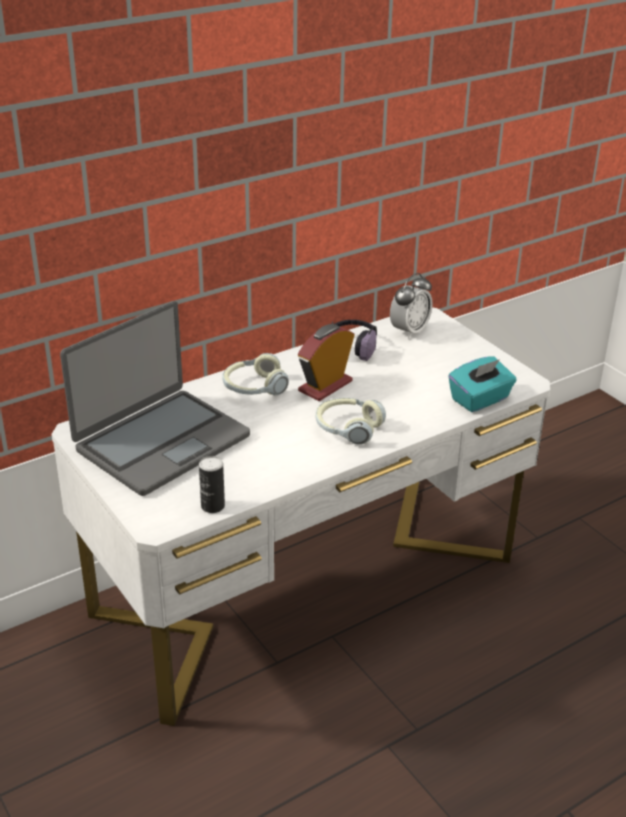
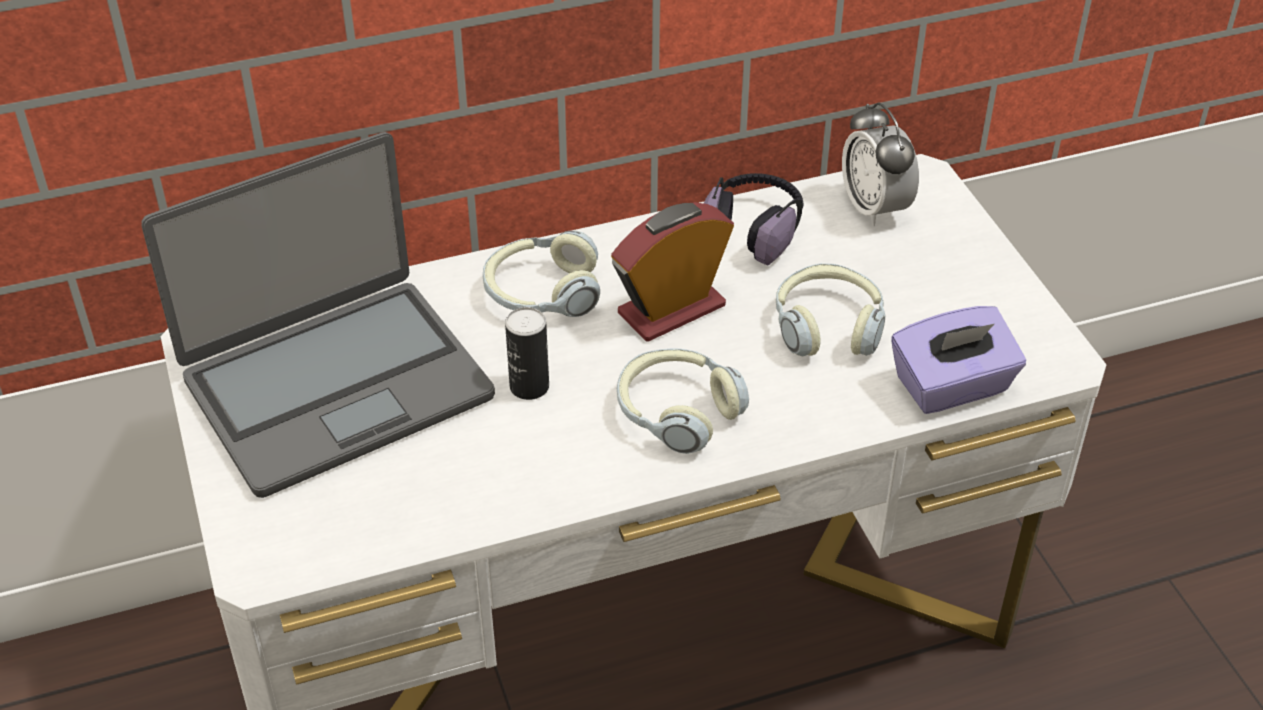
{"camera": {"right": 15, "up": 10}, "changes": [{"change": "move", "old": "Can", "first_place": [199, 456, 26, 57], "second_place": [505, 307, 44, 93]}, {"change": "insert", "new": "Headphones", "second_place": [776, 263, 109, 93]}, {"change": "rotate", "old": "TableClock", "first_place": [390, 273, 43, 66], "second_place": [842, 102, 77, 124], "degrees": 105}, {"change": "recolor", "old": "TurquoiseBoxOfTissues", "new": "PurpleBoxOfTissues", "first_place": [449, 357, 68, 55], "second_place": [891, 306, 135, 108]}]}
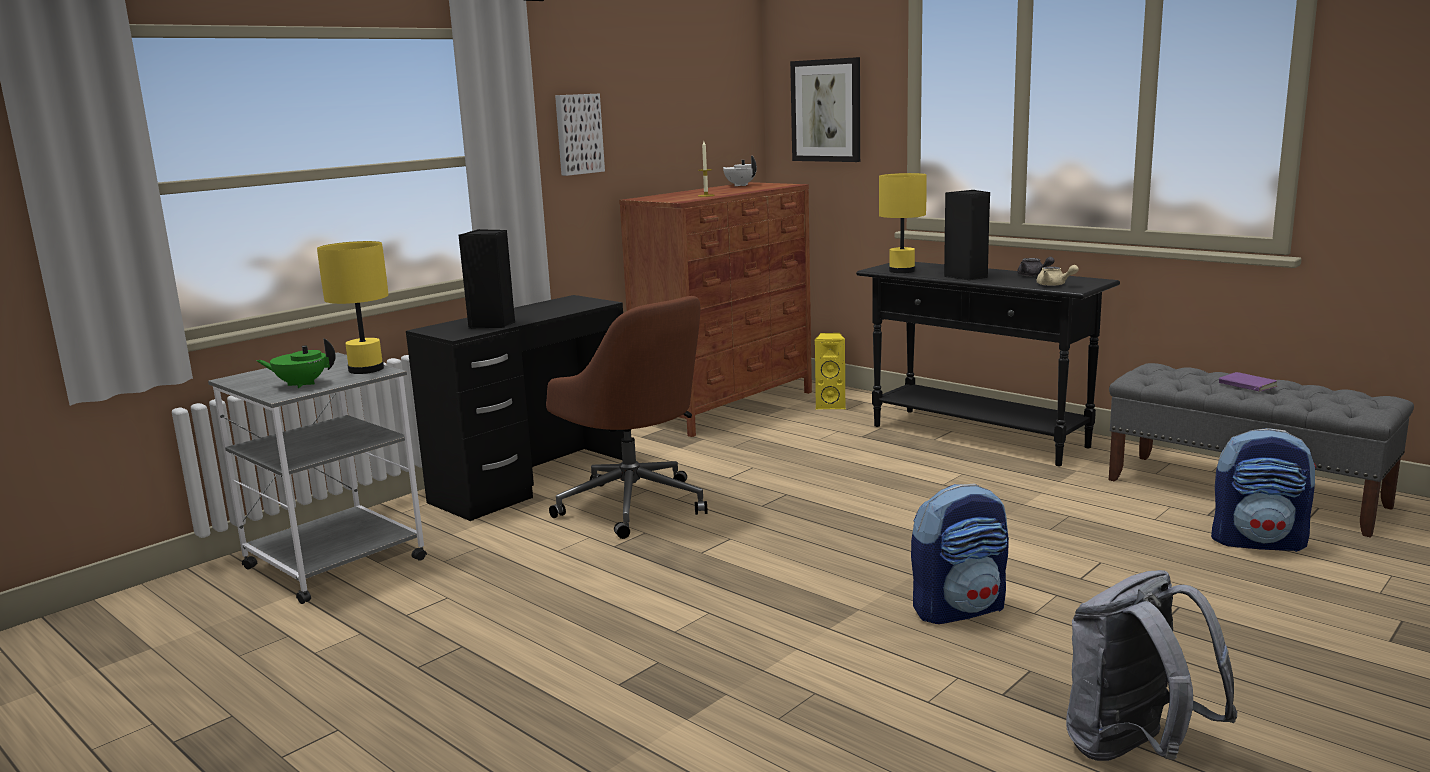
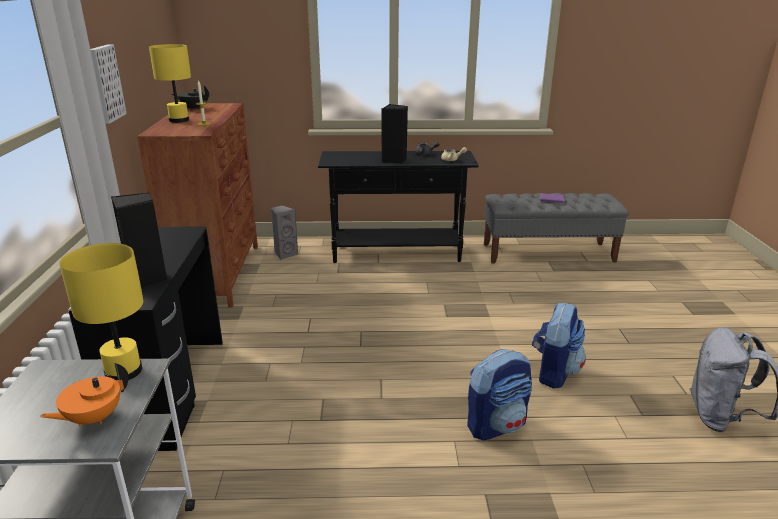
{"camera": {"right": -45, "up": 10}, "changes": [{"change": "recolor", "old": "GreenPotForTea", "new": "OrangeColouredPotForTea", "first_place": [256, 338, 80, 50], "second_place": [40, 363, 89, 63]}, {"change": "move", "old": "YellowLampForATable", "first_place": [879, 173, 48, 100], "second_place": [149, 44, 42, 79]}, {"change": "recolor", "old": "WhiteColouredPotForTea", "new": "BlackishPotForTea", "first_place": [723, 156, 34, 30], "second_place": [172, 85, 37, 25]}, {"change": "recolor", "old": "YellowLoudspeaker", "new": "GrayLoudspeaker", "first_place": [815, 333, 31, 76], "second_place": [271, 205, 27, 55]}, {"change": "move", "old": "Backpack", "first_place": [1211, 428, 105, 124], "second_place": [467, 349, 65, 91]}, {"change": "delete", "old": "BrownColouredDeskChair", "first_place": [546, 296, 162, 243]}, {"change": "delete", "old": "Picture", "first_place": [790, 57, 70, 105]}]}
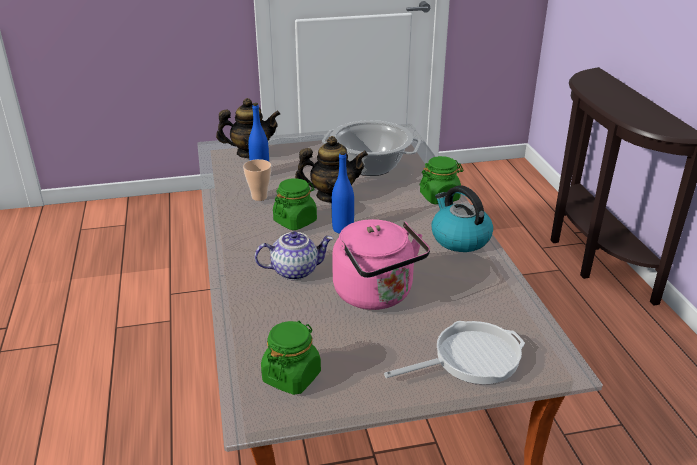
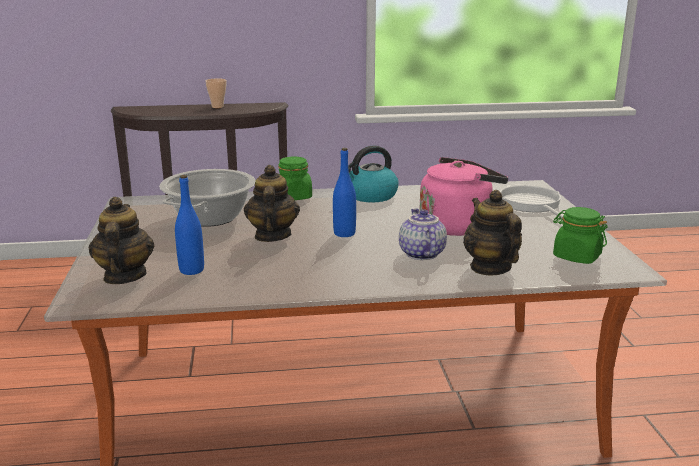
{"camera": {"right": -85, "up": -10}, "changes": [{"change": "move", "old": "DrinkingCup", "first_place": [243, 159, 28, 42], "second_place": [205, 78, 22, 30]}, {"change": "insert", "new": "PotForTea", "second_place": [463, 190, 59, 85]}, {"change": "delete", "old": "GreenJar", "first_place": [273, 178, 44, 52]}]}
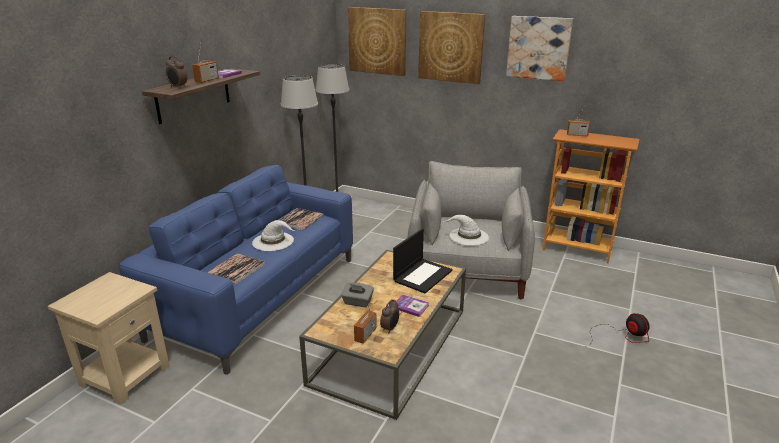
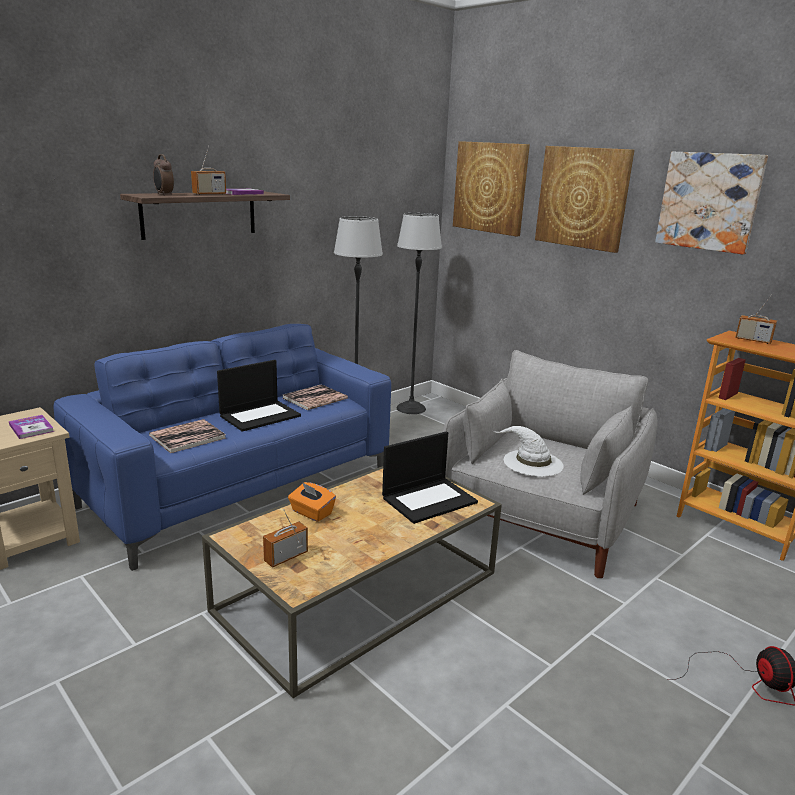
{"camera": {"right": 20, "up": -5}, "changes": [{"change": "move", "old": "BoundBook", "first_place": [396, 294, 33, 23], "second_place": [9, 415, 45, 24]}, {"change": "replace", "old": "WhiteColouredClothingHat", "new": "PortableComputer", "first_place": [252, 220, 43, 31], "second_place": [217, 360, 84, 72]}, {"change": "recolor", "old": "GrayBoxOfTissues", "new": "OrangeColouredBoxOfTissues", "first_place": [341, 283, 33, 24], "second_place": [288, 482, 48, 40]}, {"change": "delete", "old": "TableClock", "first_place": [380, 299, 19, 33]}]}
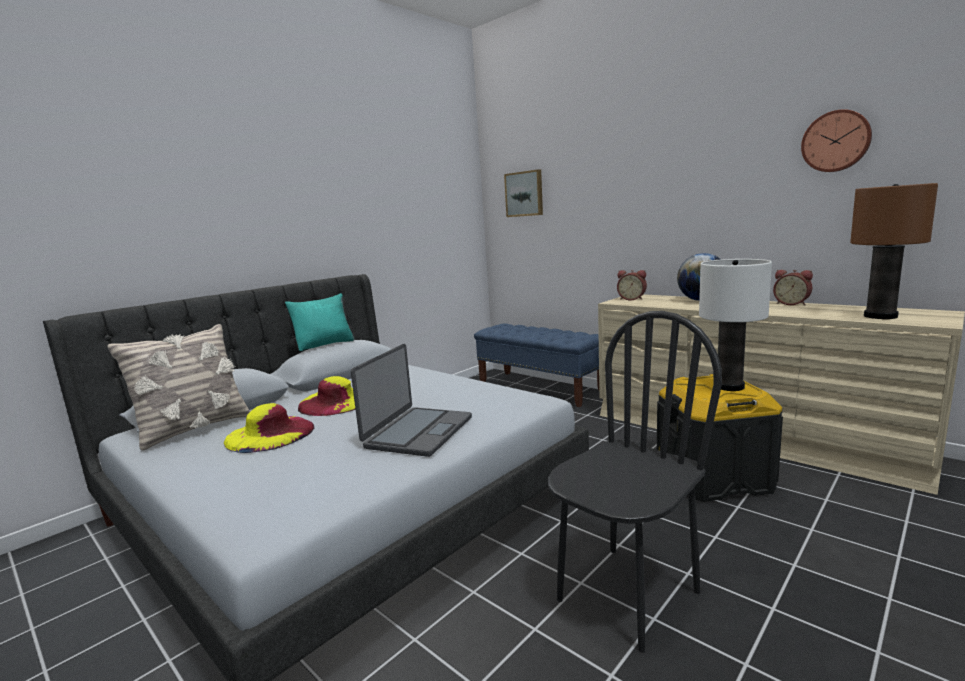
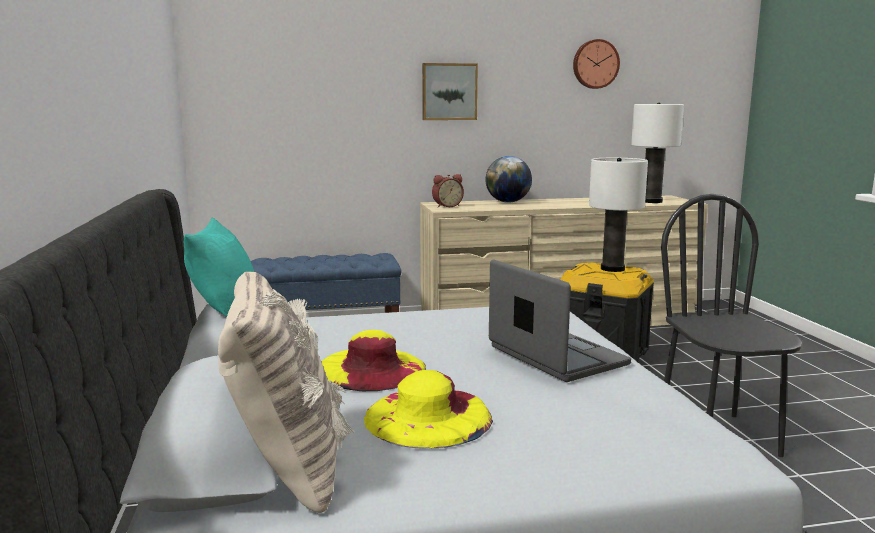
{"camera": {"right": -55, "up": 0}, "changes": [{"change": "move", "old": "Picture", "first_place": [504, 170, 39, 47], "second_place": [422, 63, 56, 57]}, {"change": "recolor", "old": "BrownColouredLampForATable", "new": "WhiteColouredLampForATable", "first_place": [850, 183, 88, 136], "second_place": [631, 103, 53, 100]}, {"change": "delete", "old": "TableClock", "first_place": [773, 270, 40, 35]}]}
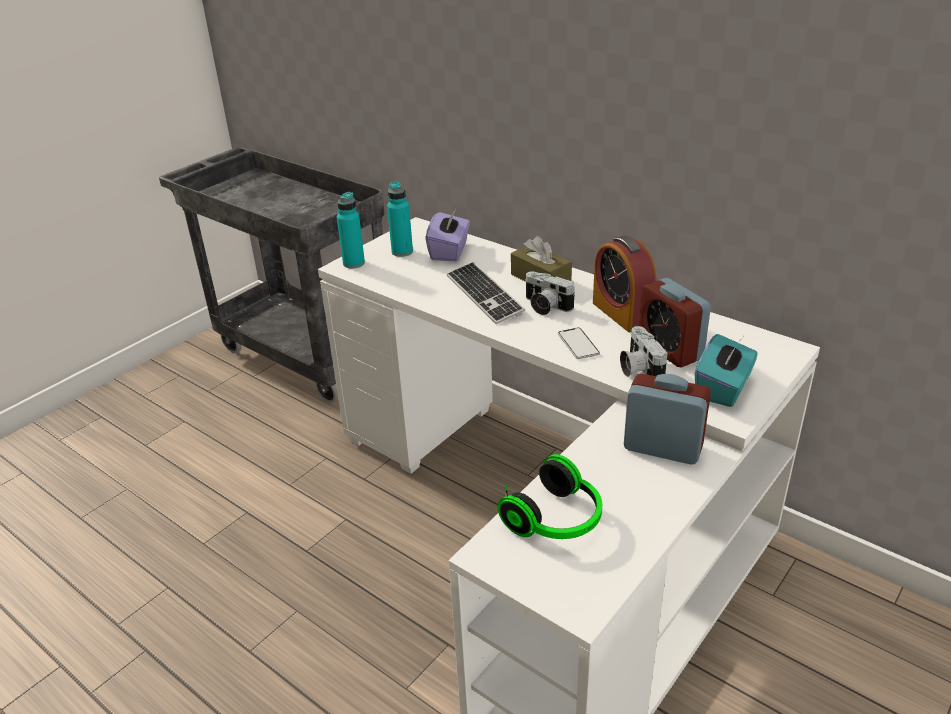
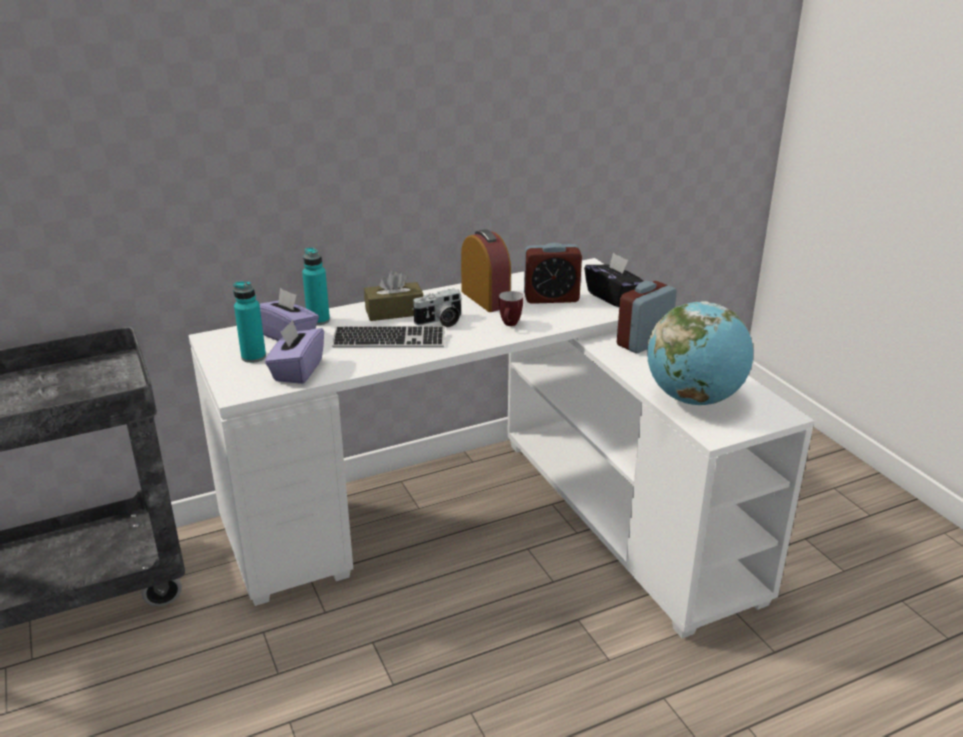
{"camera": {"right": -65, "up": -5}, "changes": [{"change": "insert", "new": "PurpleBoxOfTissues", "second_place": [265, 319, 59, 65]}, {"change": "move", "old": "TurquoiseDrinkBottle", "first_place": [337, 192, 28, 76], "second_place": [302, 247, 28, 78]}, {"change": "rotate", "old": "TableClock", "first_place": [593, 236, 63, 96], "second_place": [461, 229, 50, 83], "degrees": -120}, {"change": "replace", "old": "Handset", "new": "CoffeeMug", "first_place": [558, 328, 42, 31], "second_place": [498, 291, 25, 35]}, {"change": "recolor", "old": "TurquoiseBoxOfTissues", "new": "BlackishBoxOfTissues", "first_place": [695, 334, 63, 73], "second_place": [584, 253, 59, 54]}, {"change": "replace", "old": "Headphones", "new": "DeskGlobe", "first_place": [497, 454, 105, 85], "second_place": [647, 301, 106, 104]}, {"change": "delete", "old": "PhotoCamera", "first_place": [620, 326, 48, 51]}]}
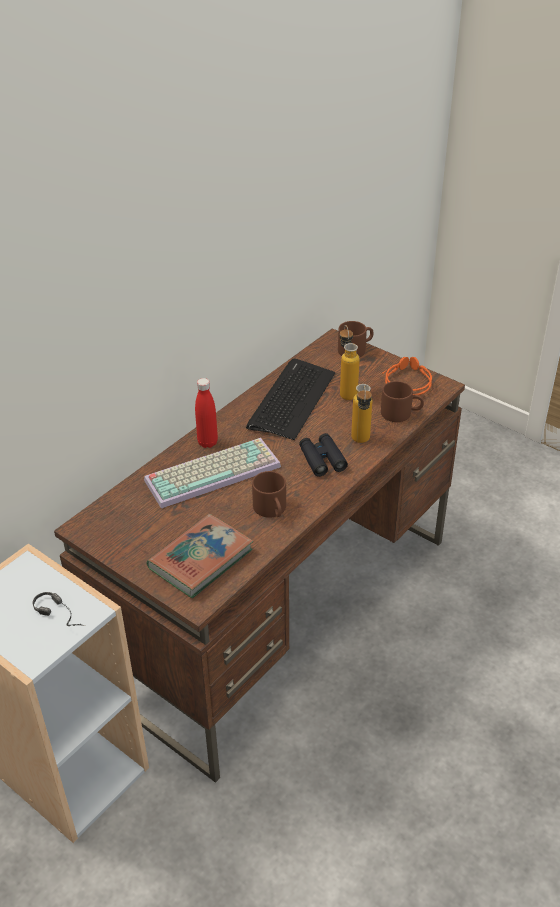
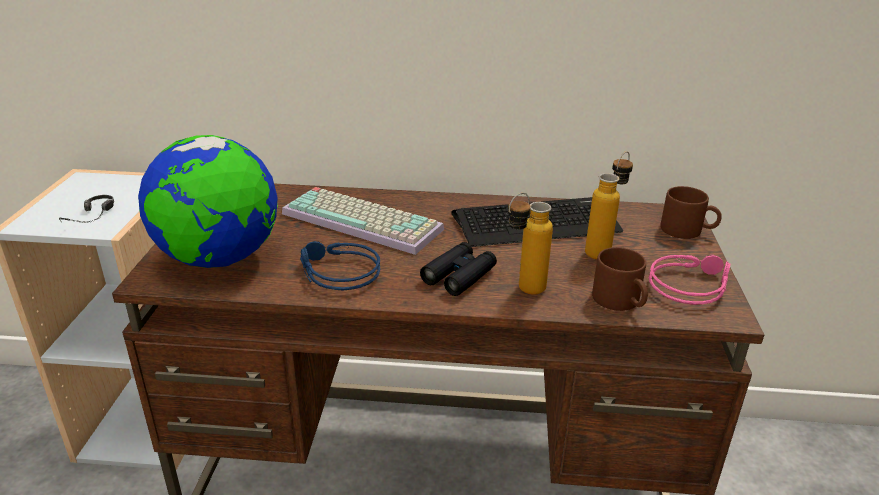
{"camera": {"right": 55, "up": -10}, "changes": [{"change": "replace", "old": "BoundBook", "new": "DeskGlobe", "first_place": [147, 514, 106, 84], "second_place": [138, 135, 140, 133]}, {"change": "replace", "old": "BrownColouredCoffeeMug", "new": "BluishHeadphones", "first_place": [252, 471, 34, 47], "second_place": [300, 241, 80, 49]}, {"change": "recolor", "old": "OrangeColouredHeadphones", "new": "PinkishHeadphones", "first_place": [382, 357, 50, 38], "second_place": [649, 255, 81, 50]}, {"change": "delete", "old": "RedColouredDrinkBottle", "first_place": [195, 378, 23, 70]}]}
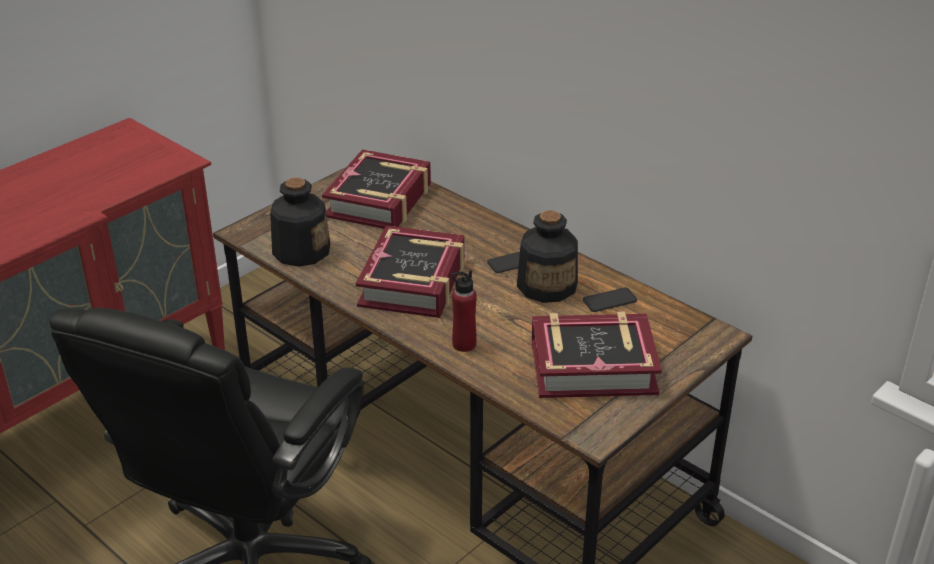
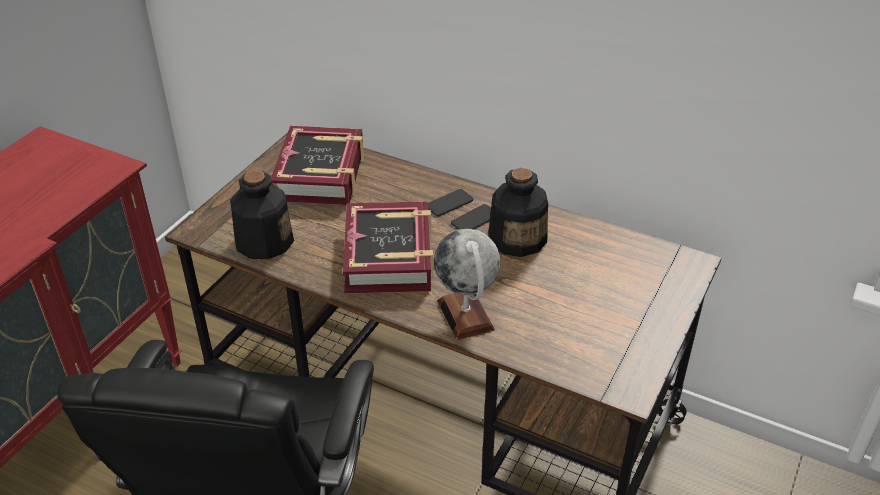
{"camera": {"right": -15, "up": 5}, "changes": [{"change": "move", "old": "Handset", "first_place": [583, 288, 54, 24], "second_place": [428, 189, 45, 27]}, {"change": "replace", "old": "RedColouredDrinkBottle", "new": "DeskGlobe", "first_place": [451, 270, 26, 82], "second_place": [434, 229, 66, 111]}, {"change": "delete", "old": "BoundBook", "first_place": [531, 312, 131, 86]}]}
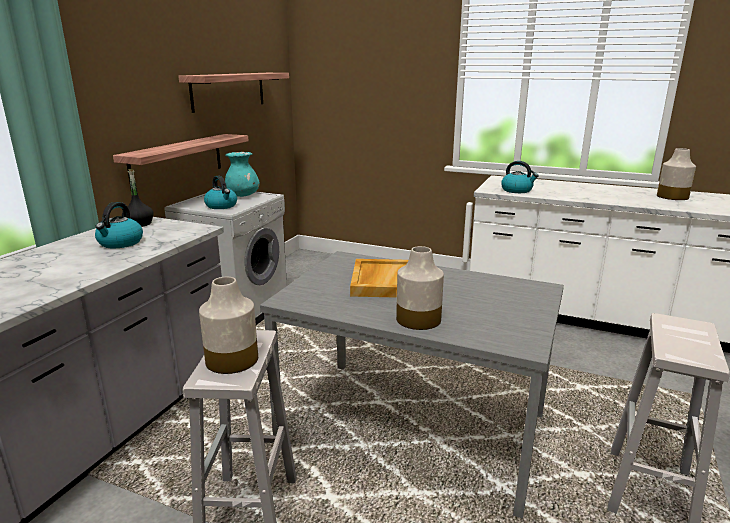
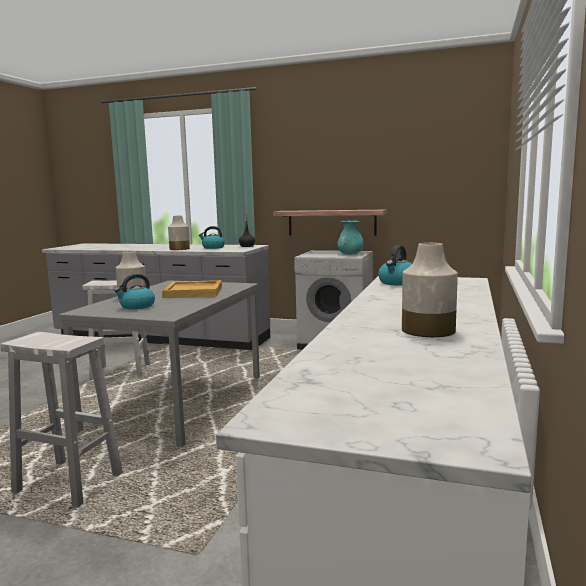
{"camera": {"right": 85, "up": -10}, "changes": [{"change": "move", "old": "TeaKettle", "first_place": [204, 176, 33, 33], "second_place": [114, 274, 41, 35]}, {"change": "move", "old": "SandColouredFlowerVase", "first_place": [199, 277, 59, 97], "second_place": [168, 215, 22, 35]}, {"change": "delete", "old": "WallShelf", "first_place": [178, 73, 111, 40]}]}
